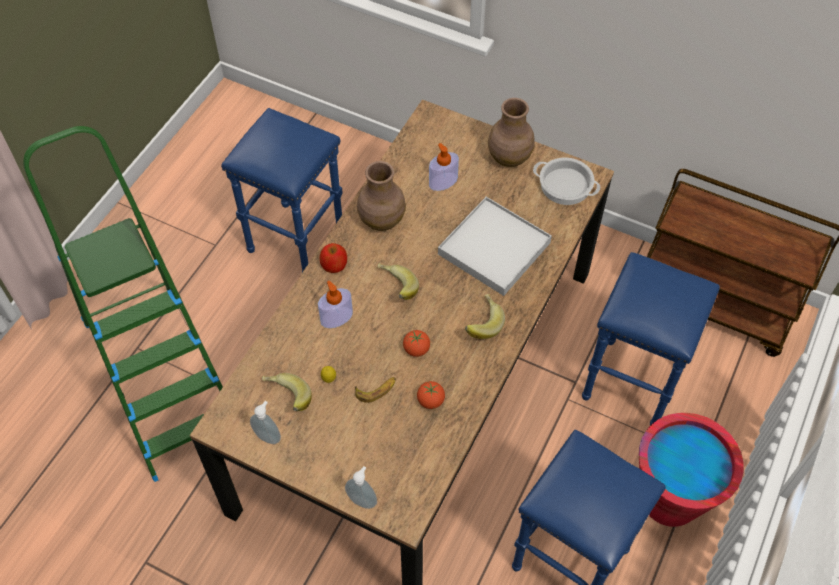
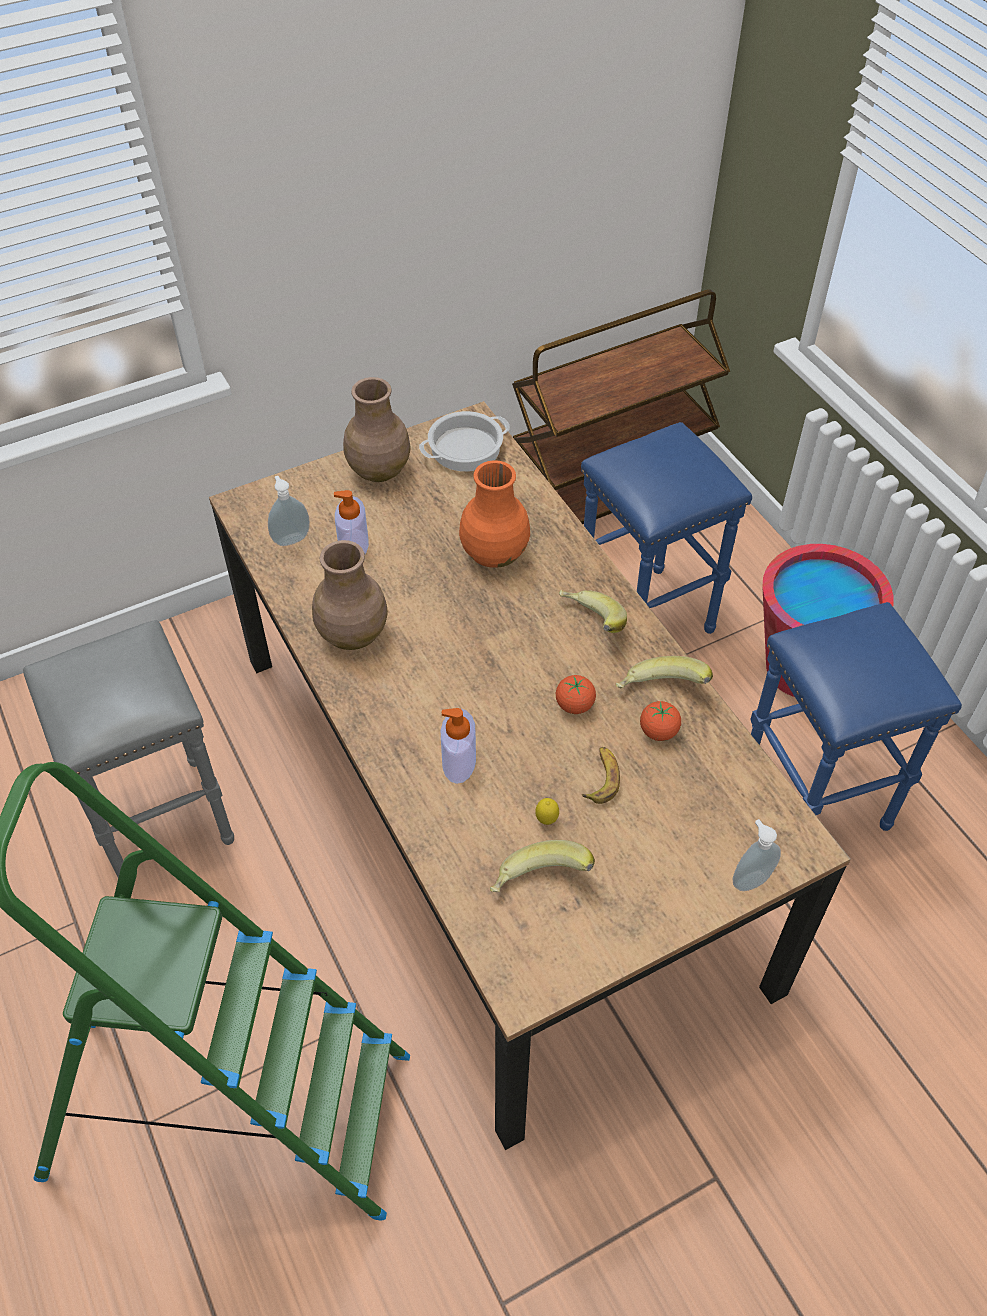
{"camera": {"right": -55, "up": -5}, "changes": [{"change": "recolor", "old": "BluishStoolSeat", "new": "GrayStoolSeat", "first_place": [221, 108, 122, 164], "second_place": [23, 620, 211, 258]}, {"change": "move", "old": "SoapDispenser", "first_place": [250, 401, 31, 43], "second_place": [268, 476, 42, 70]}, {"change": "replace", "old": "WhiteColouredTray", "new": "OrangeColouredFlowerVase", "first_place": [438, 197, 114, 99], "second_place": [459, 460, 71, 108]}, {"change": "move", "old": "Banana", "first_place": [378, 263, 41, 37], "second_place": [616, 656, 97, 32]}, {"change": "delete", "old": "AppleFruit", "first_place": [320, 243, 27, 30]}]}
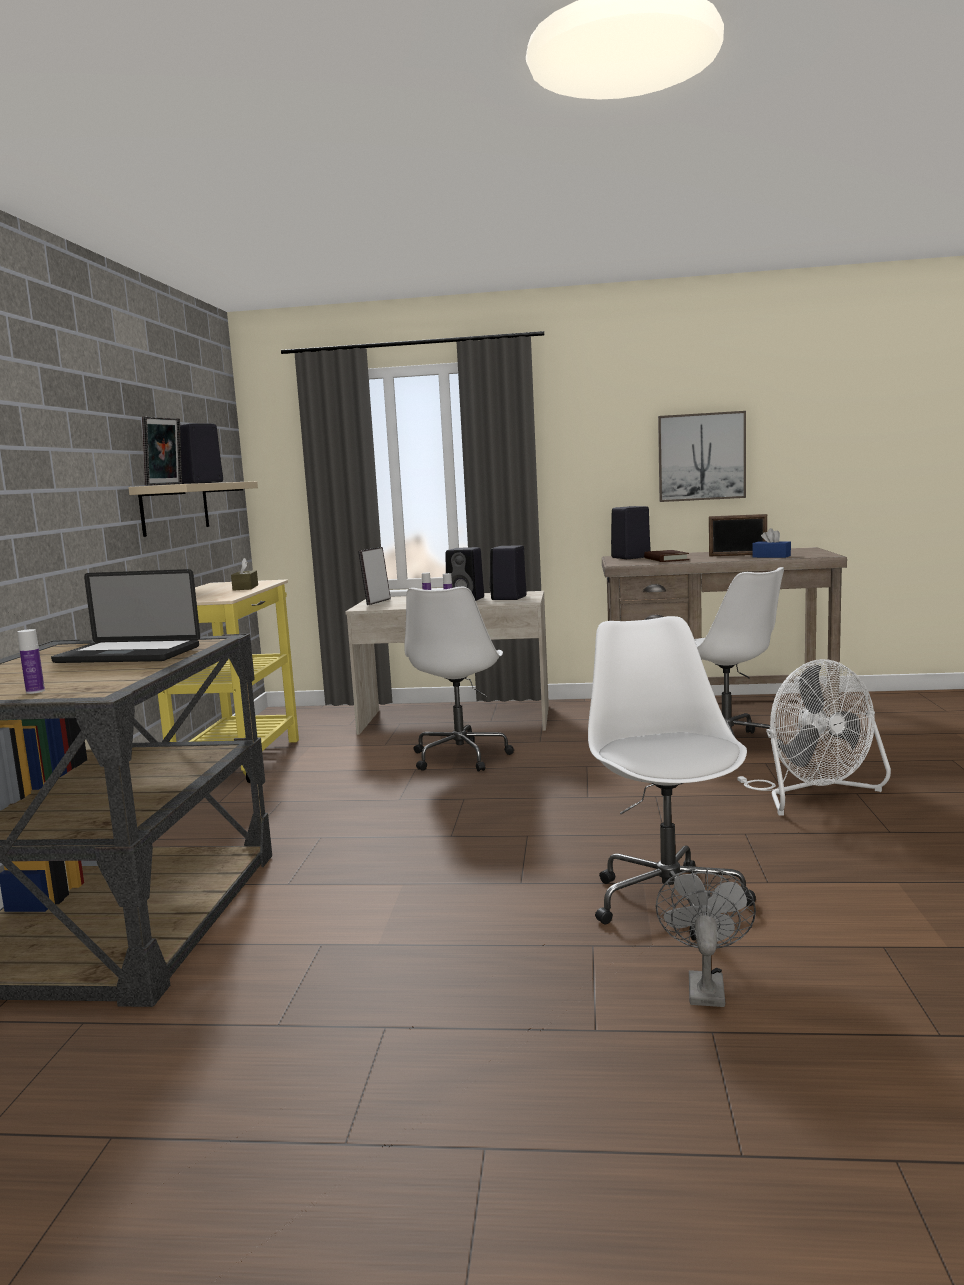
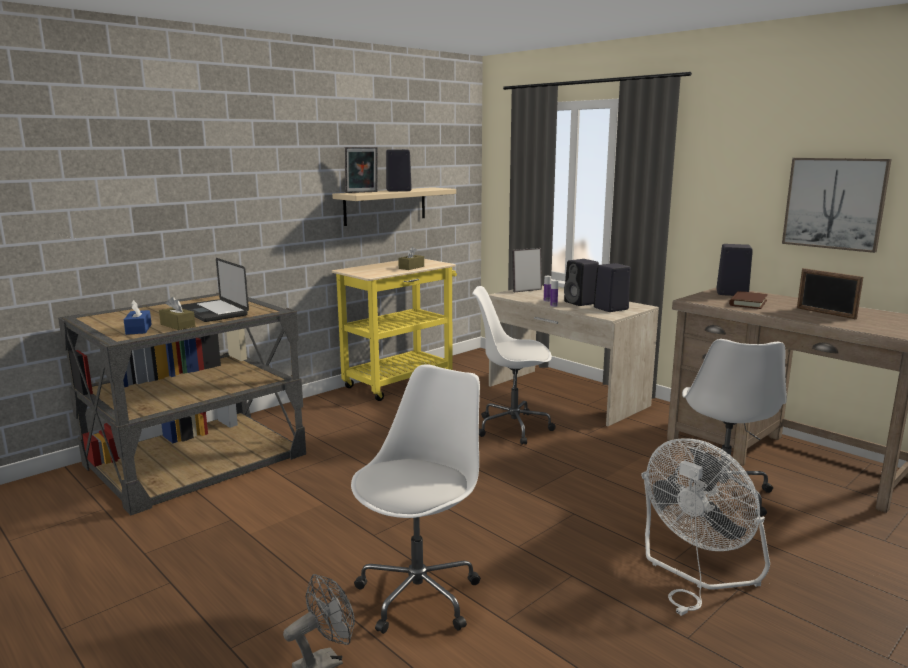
{"camera": {"right": 40, "up": 5}, "changes": [{"change": "move", "old": "BluishBoxOfTissues", "first_place": [752, 528, 39, 30], "second_place": [124, 300, 28, 35]}, {"change": "insert", "new": "BrownColouredBoxOfTissues", "second_place": [159, 297, 36, 33]}, {"change": "rotate", "old": "WhiteColouredDeskChair", "first_place": [404, 587, 110, 185], "second_place": [472, 286, 83, 159], "degrees": 45}, {"change": "rotate", "old": "WhiteColouredCoolingFan", "first_place": [738, 659, 153, 157], "second_place": [641, 438, 129, 178], "degrees": -150}, {"change": "delete", "old": "DrinkBottle", "first_place": [17, 629, 28, 65]}]}
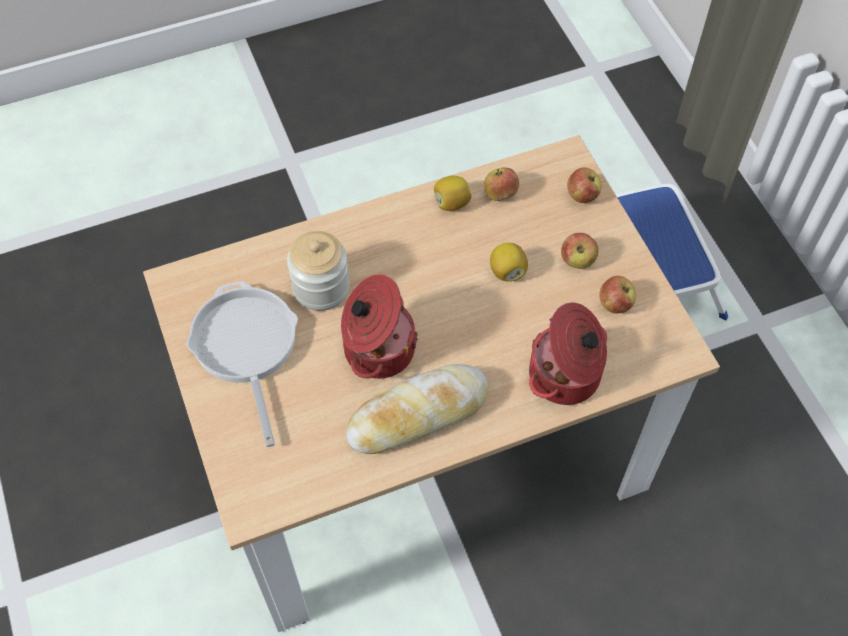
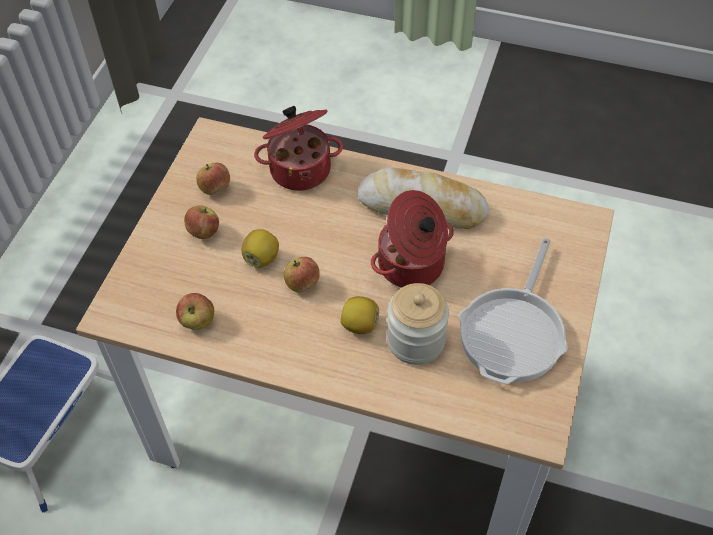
{"camera": {"right": -140, "up": -5}, "changes": [{"change": "move", "old": "AppleFruit", "first_place": [567, 167, 34, 36], "second_place": [284, 257, 36, 35]}, {"change": "move", "old": "Lemon", "first_place": [434, 176, 37, 35], "second_place": [340, 296, 39, 38]}]}
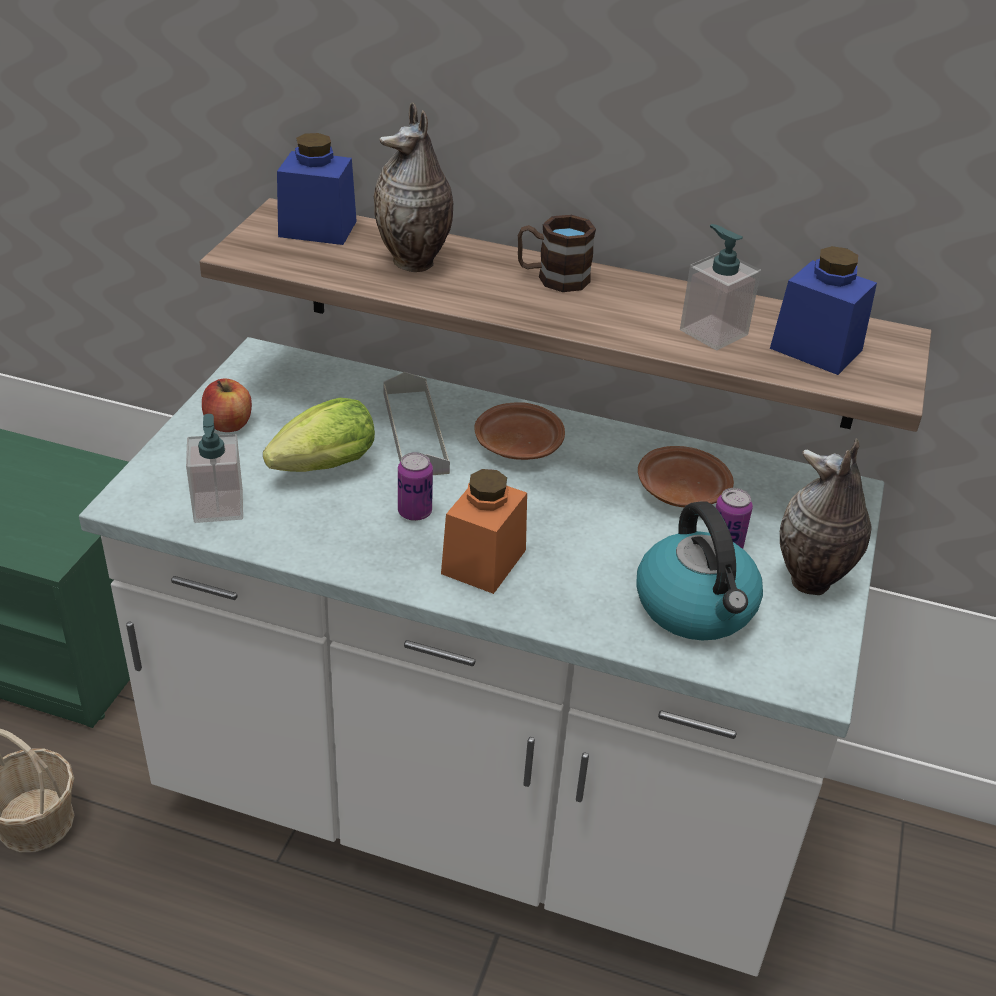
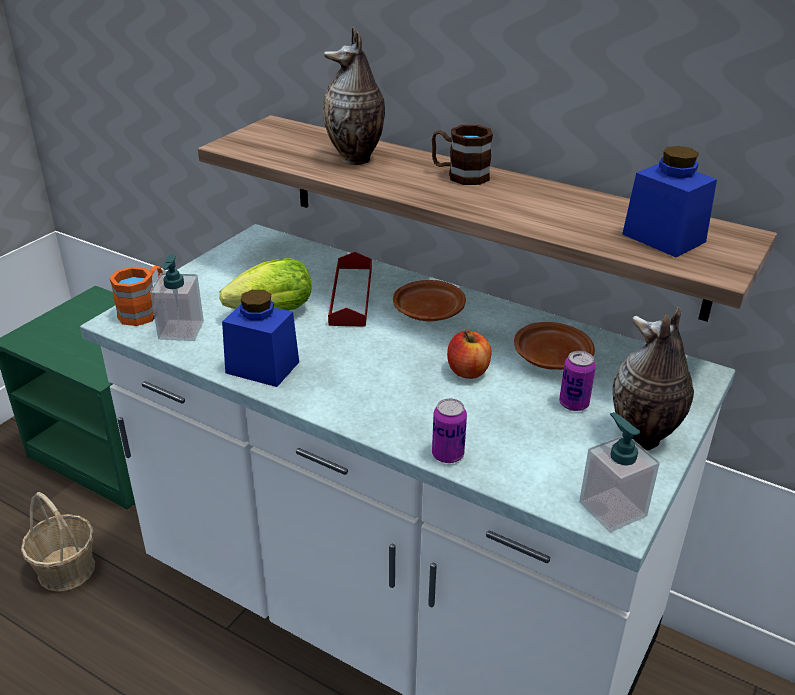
{"camera": {"right": 15, "up": -5}, "changes": [{"change": "insert", "new": "OrangeColouredCoffeeMug", "second_place": [109, 266, 54, 60]}, {"change": "move", "old": "BluishJar", "first_place": [277, 133, 80, 112], "second_place": [222, 290, 77, 97]}, {"change": "recolor", "old": "GrayTray", "new": "RedColouredTray", "first_place": [383, 372, 67, 103], "second_place": [328, 252, 44, 75]}, {"change": "move", "old": "Can", "first_place": [398, 452, 35, 69], "second_place": [432, 399, 35, 64]}, {"change": "move", "old": "AppleFruit", "first_place": [202, 379, 50, 53], "second_place": [447, 330, 45, 49]}, {"change": "move", "old": "SoapDispenser", "first_place": [680, 224, 81, 126], "second_place": [579, 412, 81, 120]}, {"change": "delete", "old": "OrangeColouredJar", "first_place": [441, 469, 86, 125]}, {"change": "delete", "old": "TeaKettle", "first_place": [636, 501, 127, 140]}]}
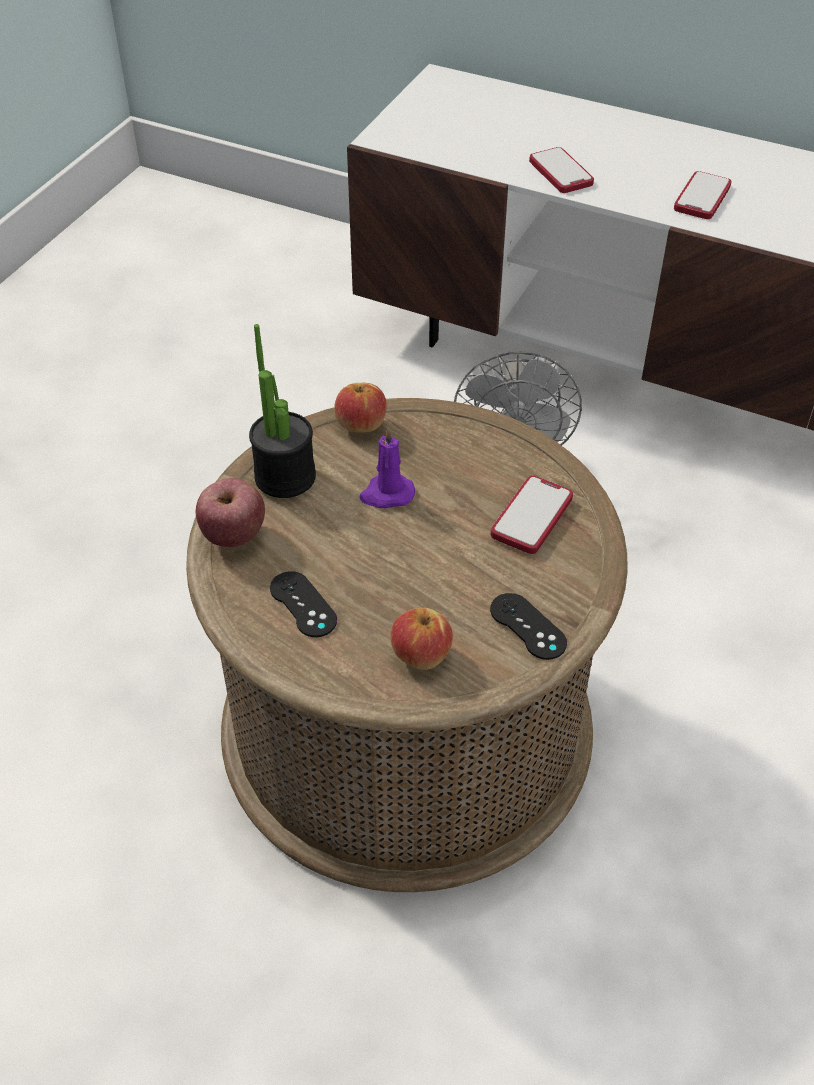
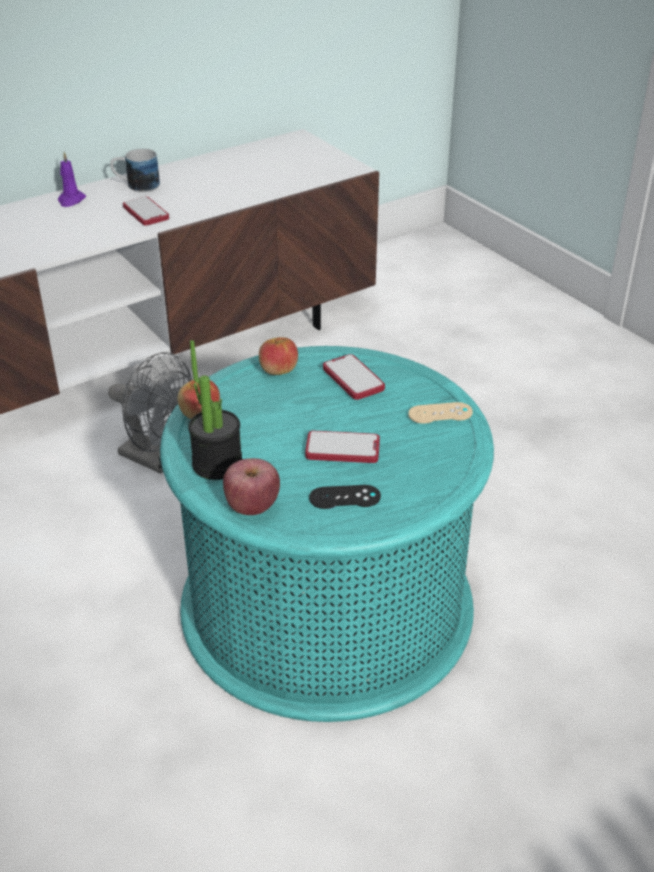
{"camera": {"right": -60, "up": -10}, "changes": [{"change": "move", "old": "PurpleWaxCandle", "first_place": [359, 427, 56, 81], "second_place": [58, 152, 28, 55]}, {"change": "insert", "new": "CoffeeMug", "second_place": [110, 149, 50, 43]}, {"change": "recolor", "old": "BrownColouredLowTable", "new": "TurquoiseLowTable", "first_place": [186, 398, 442, 494], "second_place": [160, 346, 334, 376]}, {"change": "move", "old": "AppleFruit", "first_place": [390, 608, 63, 62], "second_place": [259, 337, 39, 38]}, {"change": "move", "old": "Handset", "first_place": [529, 147, 65, 46], "second_place": [305, 431, 75, 32]}, {"change": "recolor", "old": "BlackishJoypad", "new": "SandColouredJoypad", "first_place": [490, 593, 77, 67], "second_place": [408, 402, 65, 22]}]}
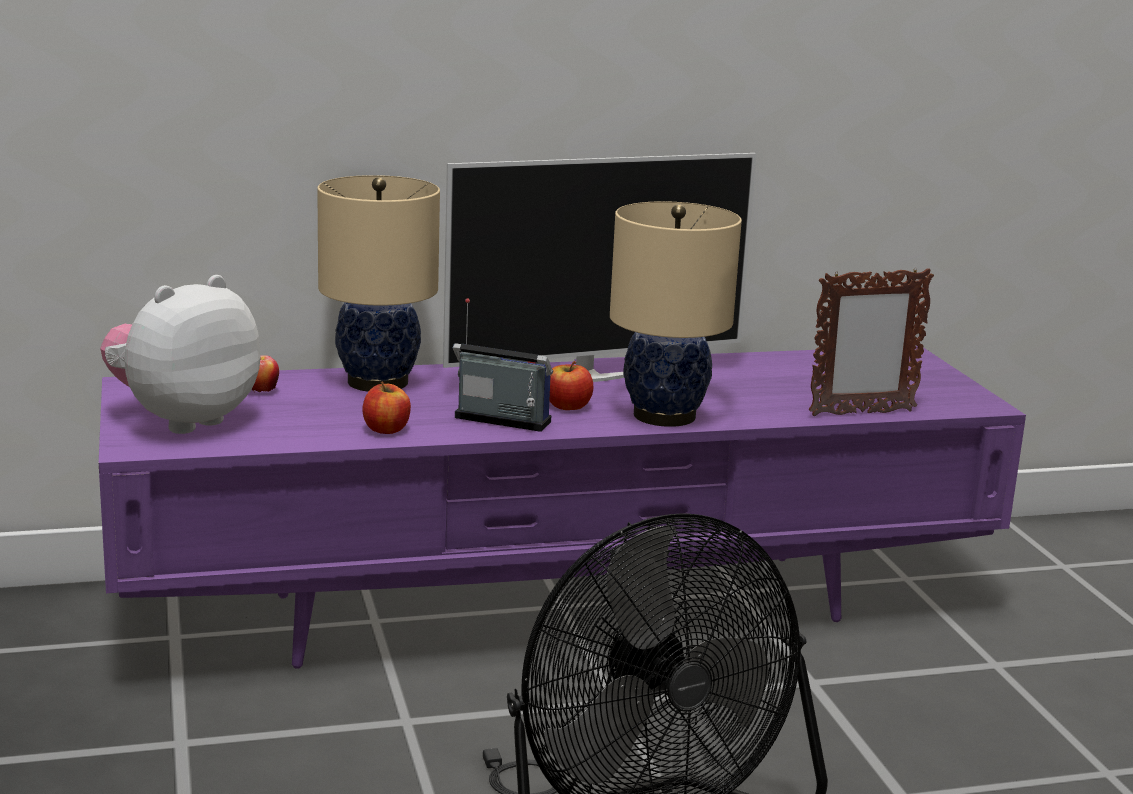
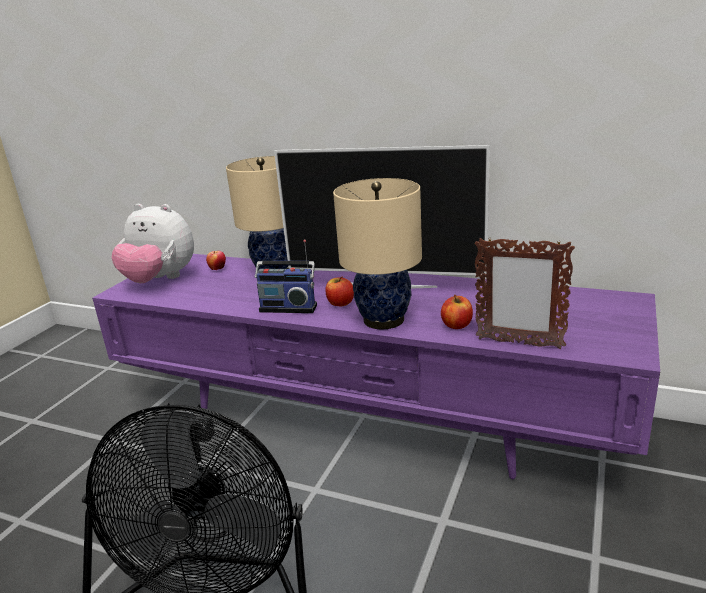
{"camera": {"right": 40, "up": 5}, "changes": [{"change": "rotate", "old": "SoftToy", "first_place": [100, 275, 160, 159], "second_place": [111, 204, 83, 79], "degrees": -150}, {"change": "rotate", "old": "RadioReceiver", "first_place": [453, 298, 100, 134], "second_place": [255, 240, 62, 73], "degrees": 135}, {"change": "move", "old": "AppleFruit", "first_place": [362, 381, 49, 53], "second_place": [441, 295, 32, 34]}]}
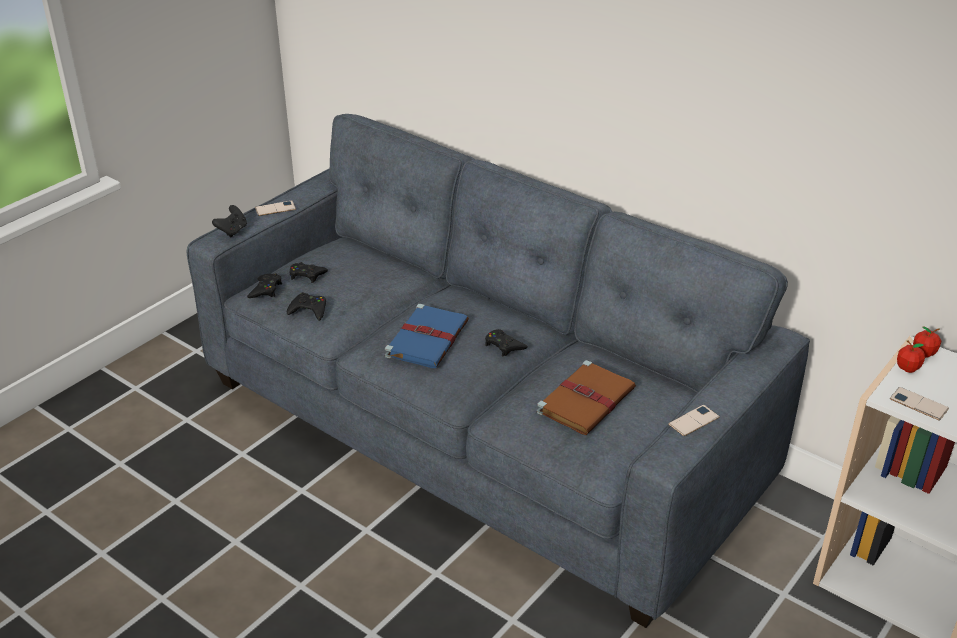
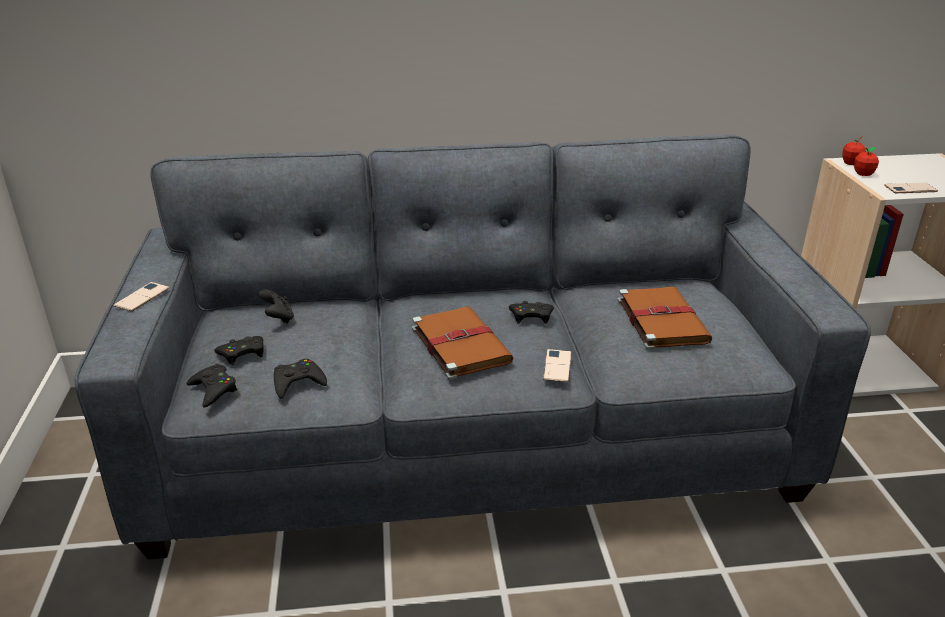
{"camera": {"right": -45, "up": -5}, "changes": [{"change": "move", "old": "BlackishJoypad", "first_place": [212, 205, 35, 32], "second_place": [259, 289, 35, 35]}, {"change": "recolor", "old": "BluishBoundBook", "new": "BrownColouredBoundBook", "first_place": [385, 304, 84, 64], "second_place": [412, 307, 101, 73]}, {"change": "move", "old": "Handset", "first_place": [668, 405, 52, 31], "second_place": [543, 349, 28, 33]}]}
